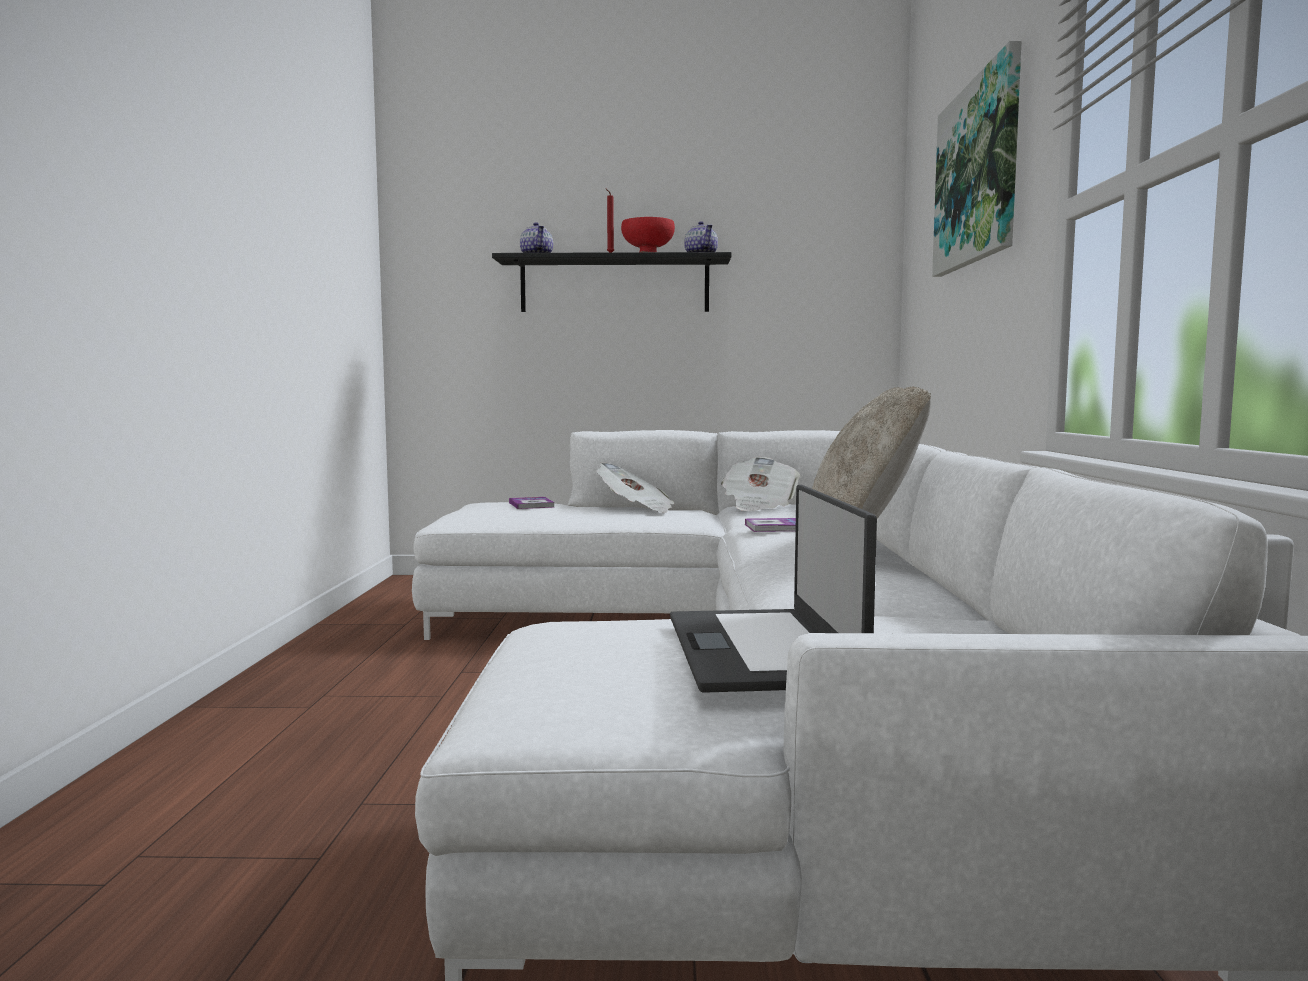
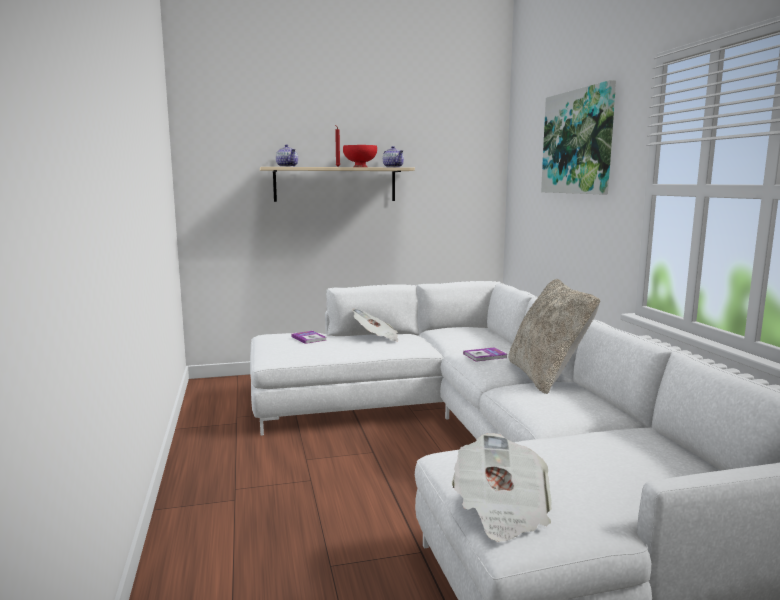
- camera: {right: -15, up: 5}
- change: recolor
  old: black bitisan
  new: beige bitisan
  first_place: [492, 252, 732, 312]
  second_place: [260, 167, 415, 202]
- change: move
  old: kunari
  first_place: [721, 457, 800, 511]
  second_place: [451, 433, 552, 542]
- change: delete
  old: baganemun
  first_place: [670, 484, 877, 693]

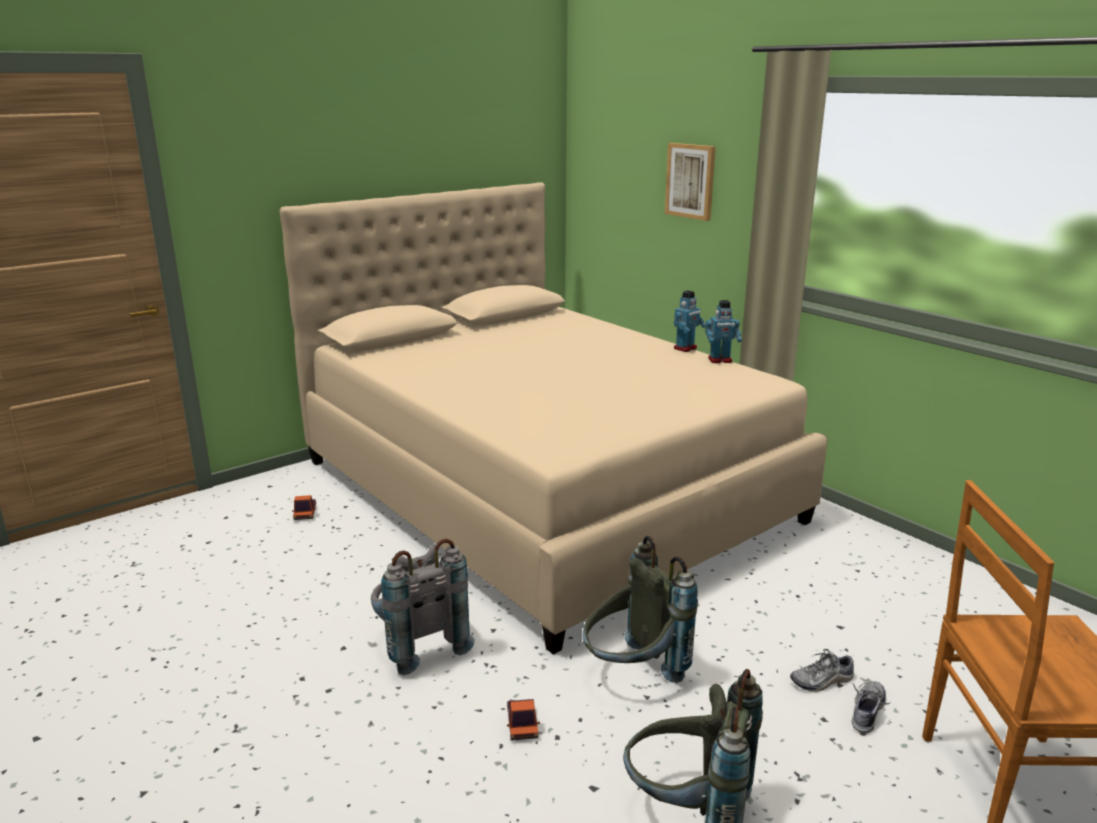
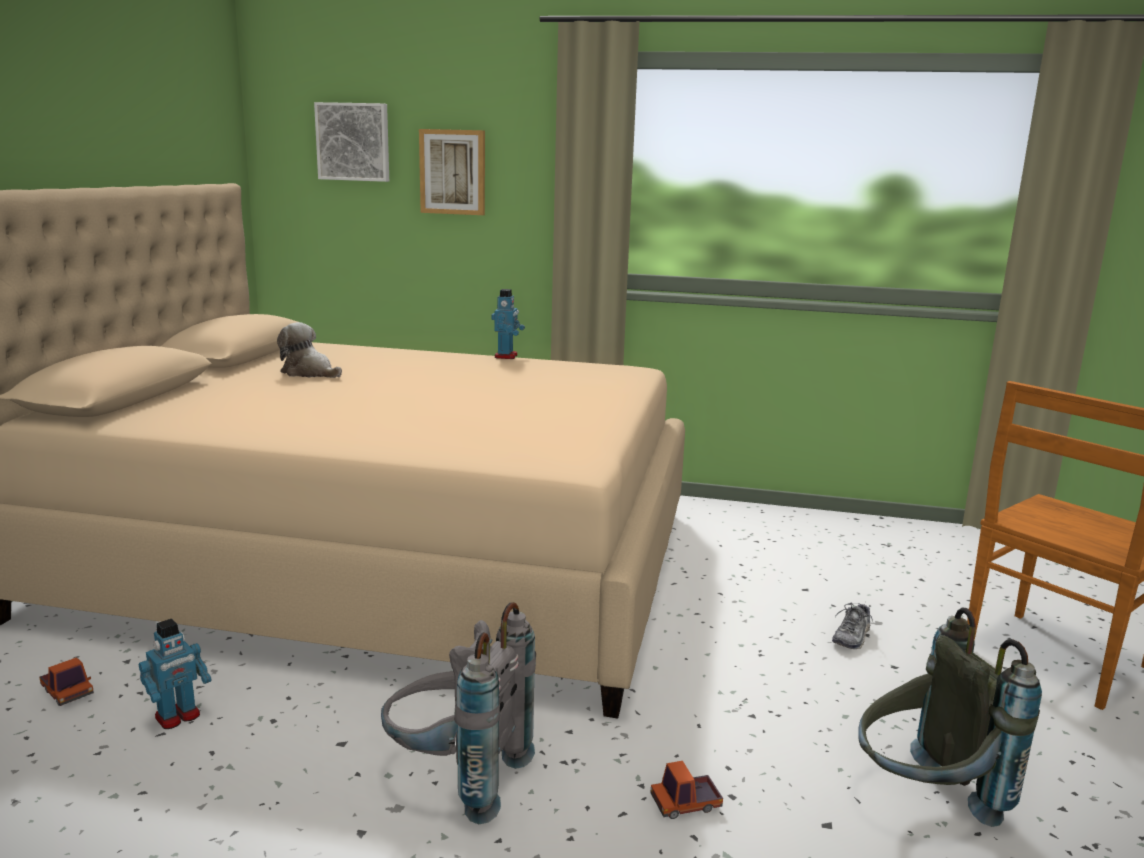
- camera: {right: -40, up: -5}
- change: move
  old: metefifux
  first_place: [705, 300, 742, 363]
  second_place: [139, 619, 212, 729]
- change: delete
  old: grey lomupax
  first_place: [583, 536, 698, 683]
- change: delete
  old: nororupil
  first_place: [852, 681, 890, 733]
- change: rotate
  old: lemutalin
  first_place: [507, 699, 540, 741]
  second_place: [650, 761, 723, 819]
  degrees: 120
- change: insert
  new: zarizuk
  second_place: [314, 102, 389, 182]
- change: insert
  new: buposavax
  second_place: [277, 322, 342, 378]

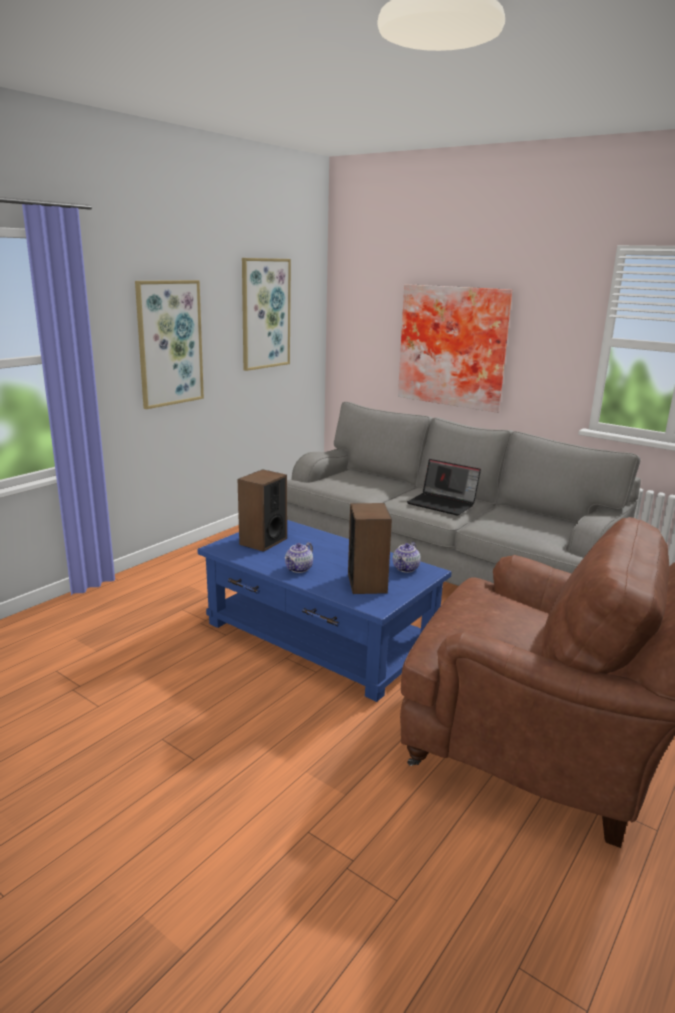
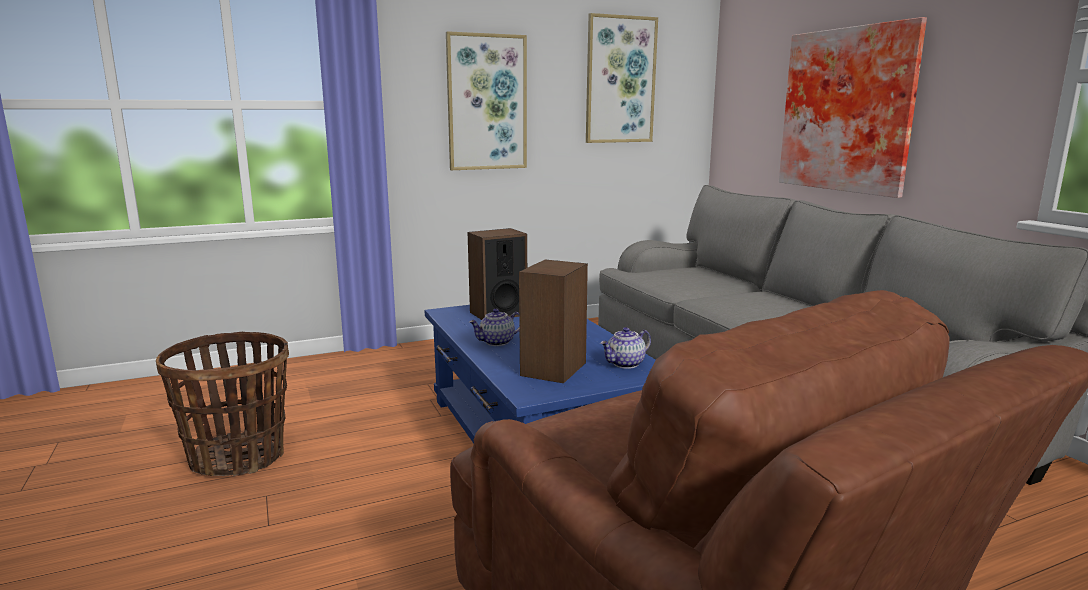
- camera: {right: 30, up: -5}
- change: delete
  old: baganemun
  first_place: [407, 459, 481, 516]
- change: insert
  new: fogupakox
  second_place: [156, 332, 289, 476]

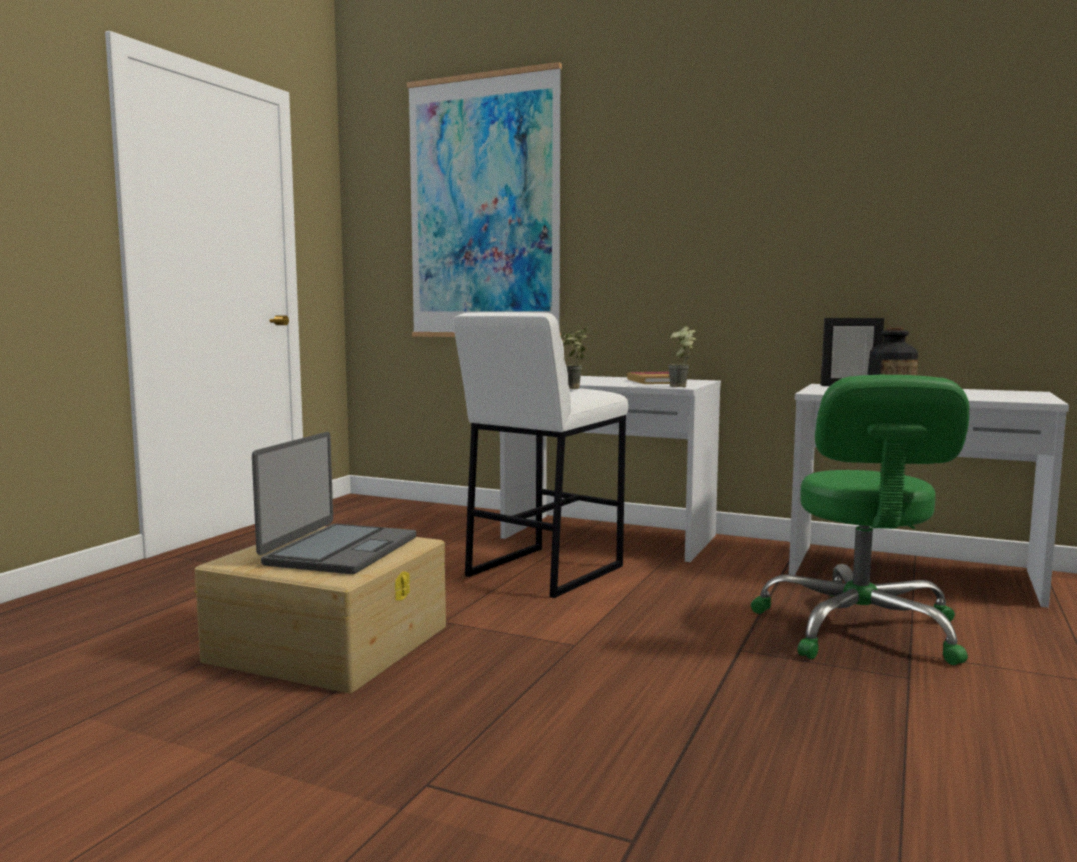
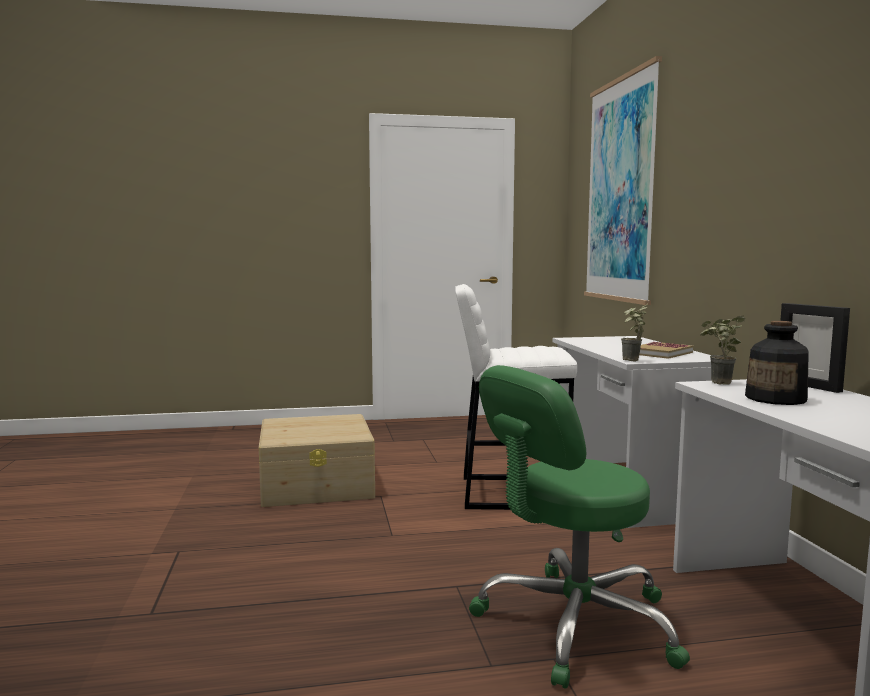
- camera: {right: 55, up: 0}
- change: move
  old: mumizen
  first_place: [560, 327, 589, 389]
  second_place: [700, 315, 745, 385]
- change: delete
  old: baganemun
  first_place: [252, 432, 416, 574]

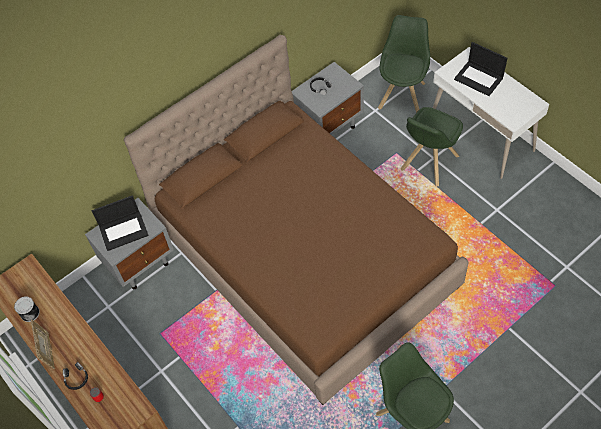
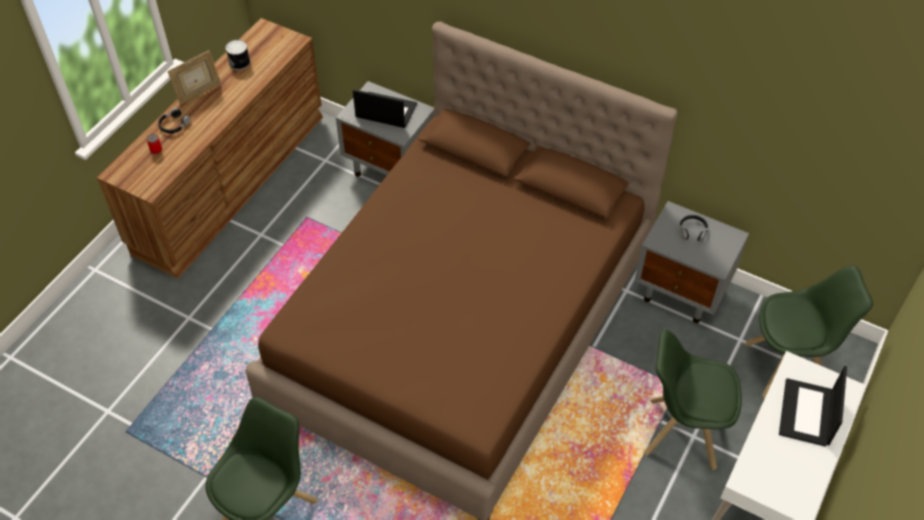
- camera: {right: 65, up: -5}
- change: rotate
  old: baganemun
  first_place: [92, 195, 149, 251]
  second_place: [353, 89, 417, 128]
  degrees: 150

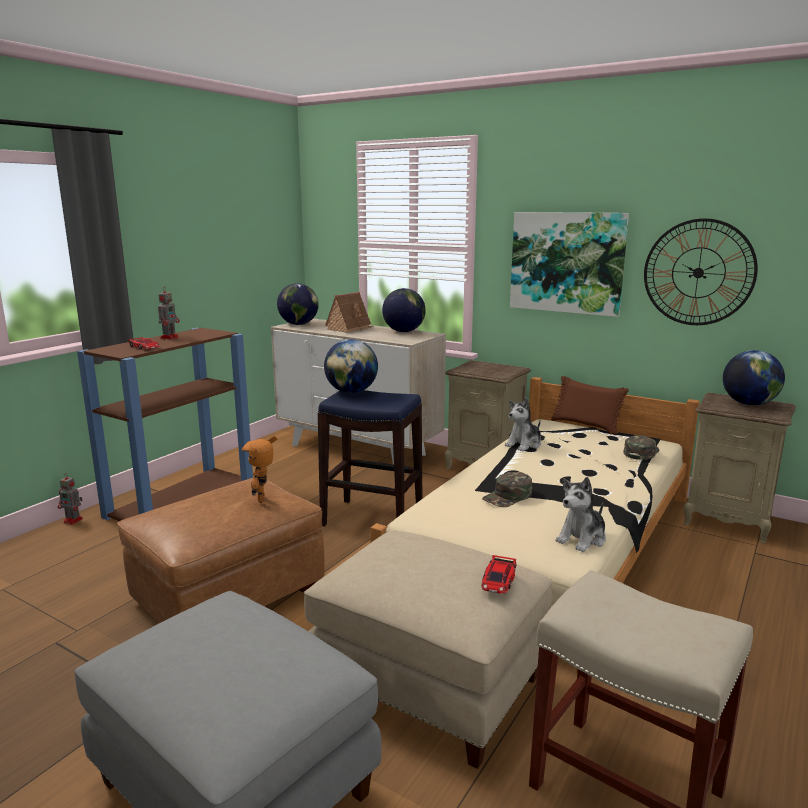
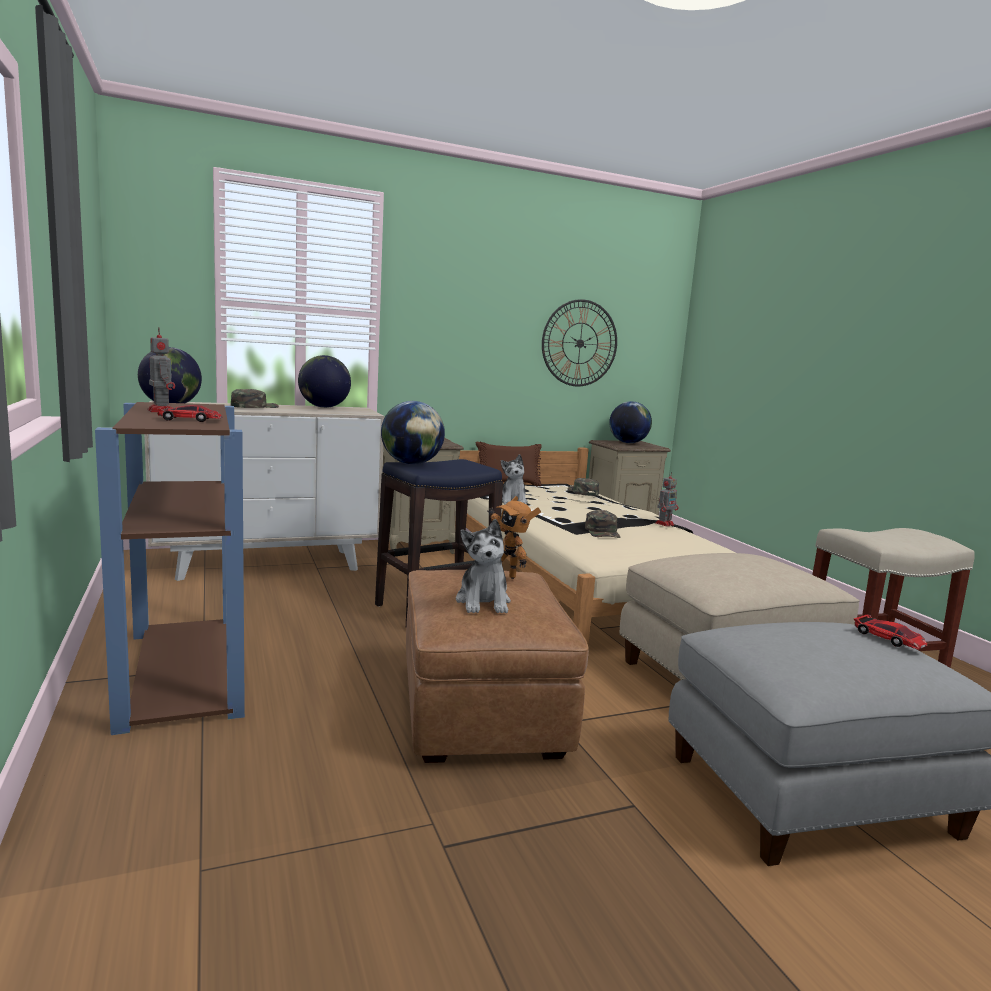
- camera: {right: -55, up: -5}
- change: delete
  old: zarizuk
  first_place: [510, 212, 629, 317]
- change: replace
  old: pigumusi
  new: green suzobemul
  first_place: [325, 292, 374, 333]
  second_place: [231, 389, 279, 408]
- change: move
  old: metefifux
  first_place: [58, 473, 83, 525]
  second_place: [655, 472, 679, 527]
- change: move
  old: buposavax
  first_place: [555, 477, 606, 552]
  second_place: [456, 519, 511, 613]
- change: move
  old: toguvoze
  first_place: [481, 555, 517, 594]
  second_place: [854, 614, 927, 649]

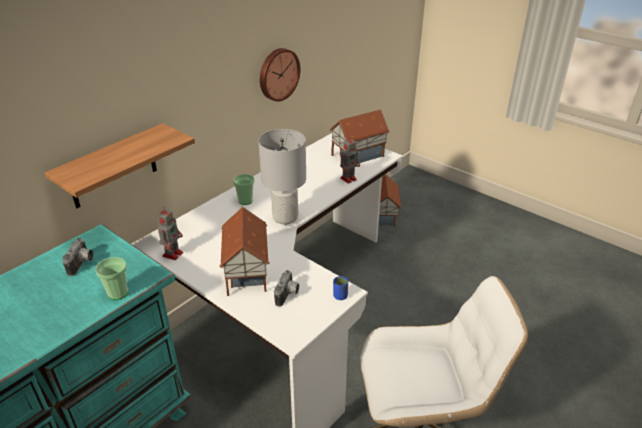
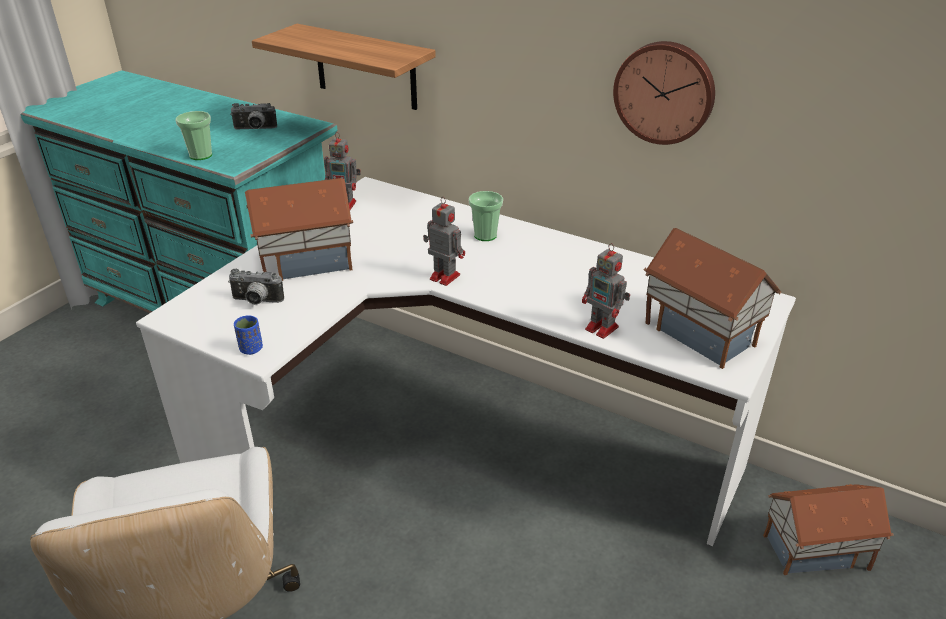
- camera: {right: 80, up: 0}
- change: replace
  old: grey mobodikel
  new: metefifux
  first_place: [258, 129, 306, 225]
  second_place: [423, 197, 465, 286]

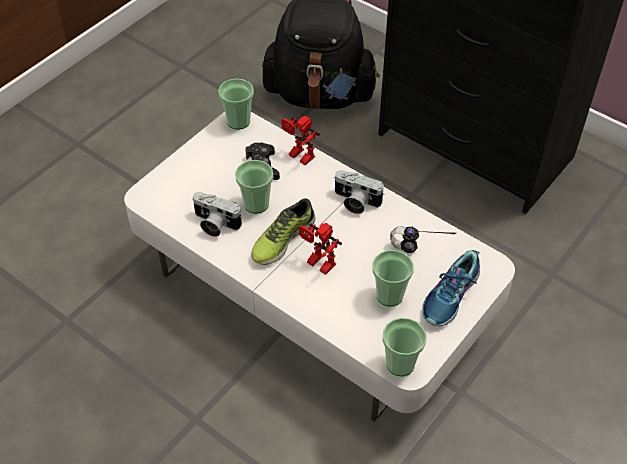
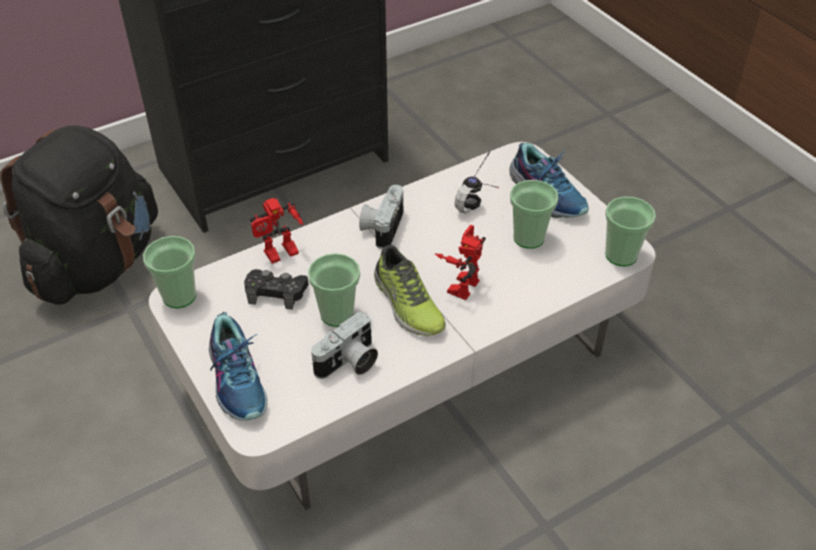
- camera: {right: -70, up: -5}
- change: rotate
  old: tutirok
  first_place: [334, 170, 384, 214]
  second_place: [359, 185, 403, 249]
  degrees: 150
- change: rotate
  old: metefifux
  first_place: [299, 223, 342, 275]
  second_place: [435, 225, 486, 300]
  degrees: 150
- change: insert
  new: nororupil
  second_place: [209, 312, 267, 420]

